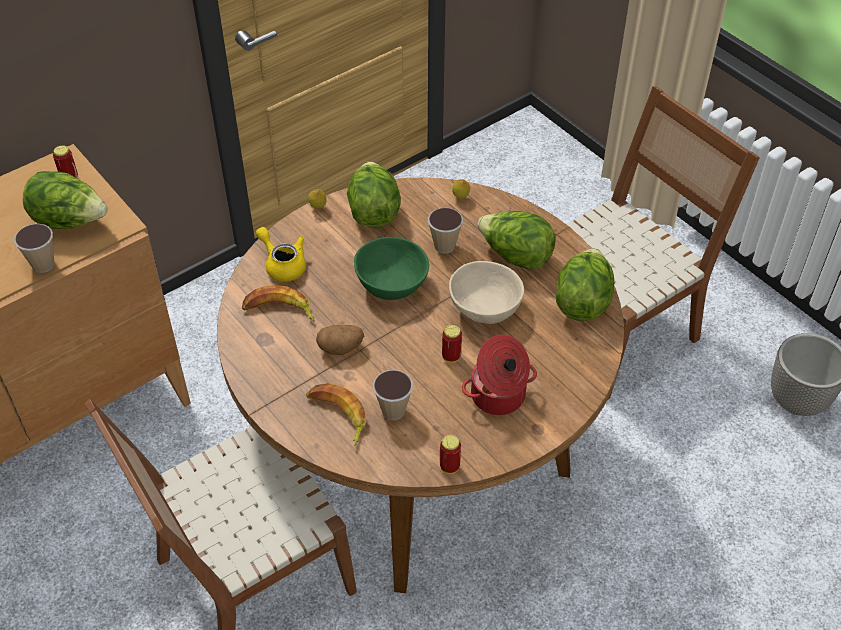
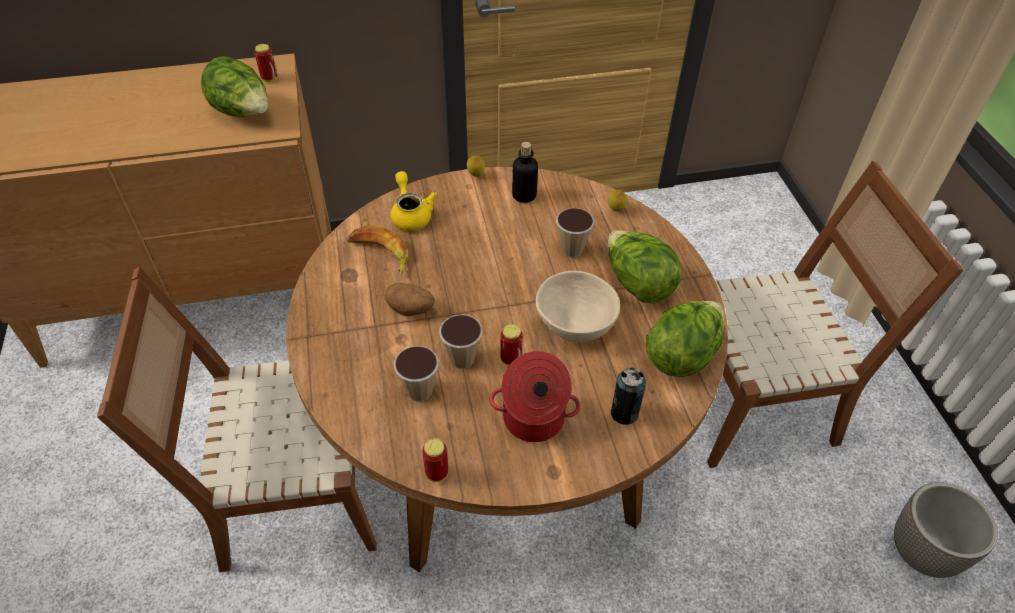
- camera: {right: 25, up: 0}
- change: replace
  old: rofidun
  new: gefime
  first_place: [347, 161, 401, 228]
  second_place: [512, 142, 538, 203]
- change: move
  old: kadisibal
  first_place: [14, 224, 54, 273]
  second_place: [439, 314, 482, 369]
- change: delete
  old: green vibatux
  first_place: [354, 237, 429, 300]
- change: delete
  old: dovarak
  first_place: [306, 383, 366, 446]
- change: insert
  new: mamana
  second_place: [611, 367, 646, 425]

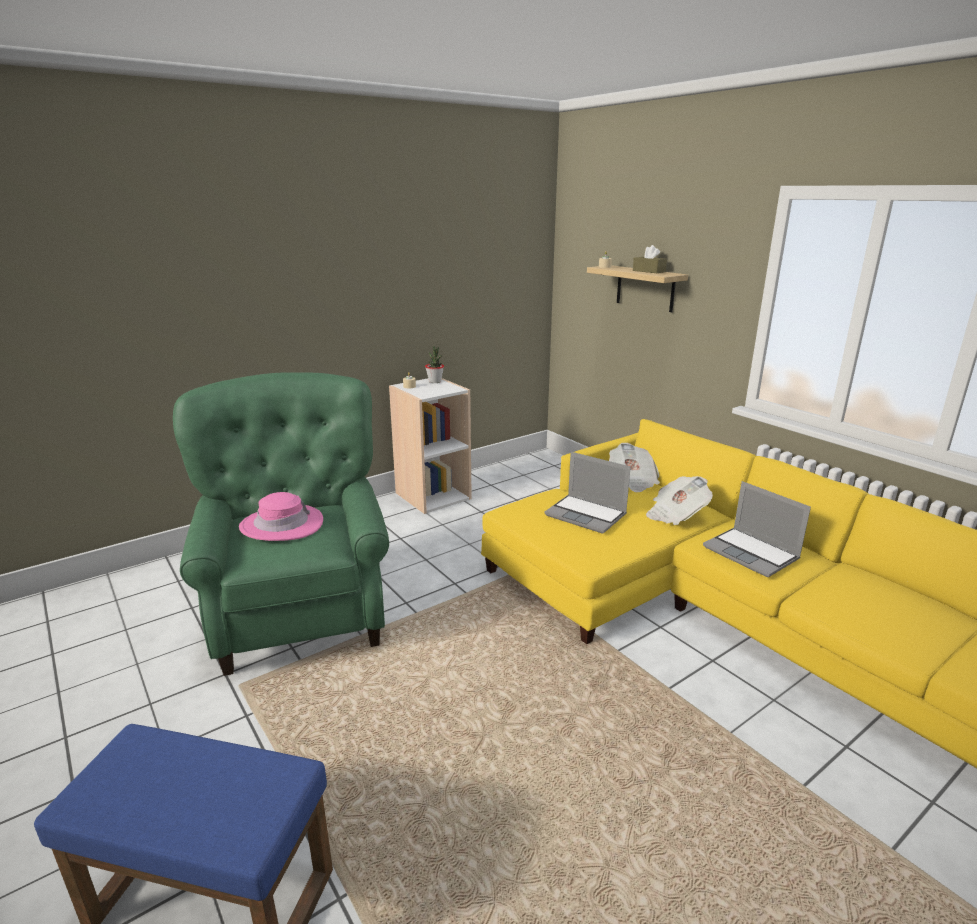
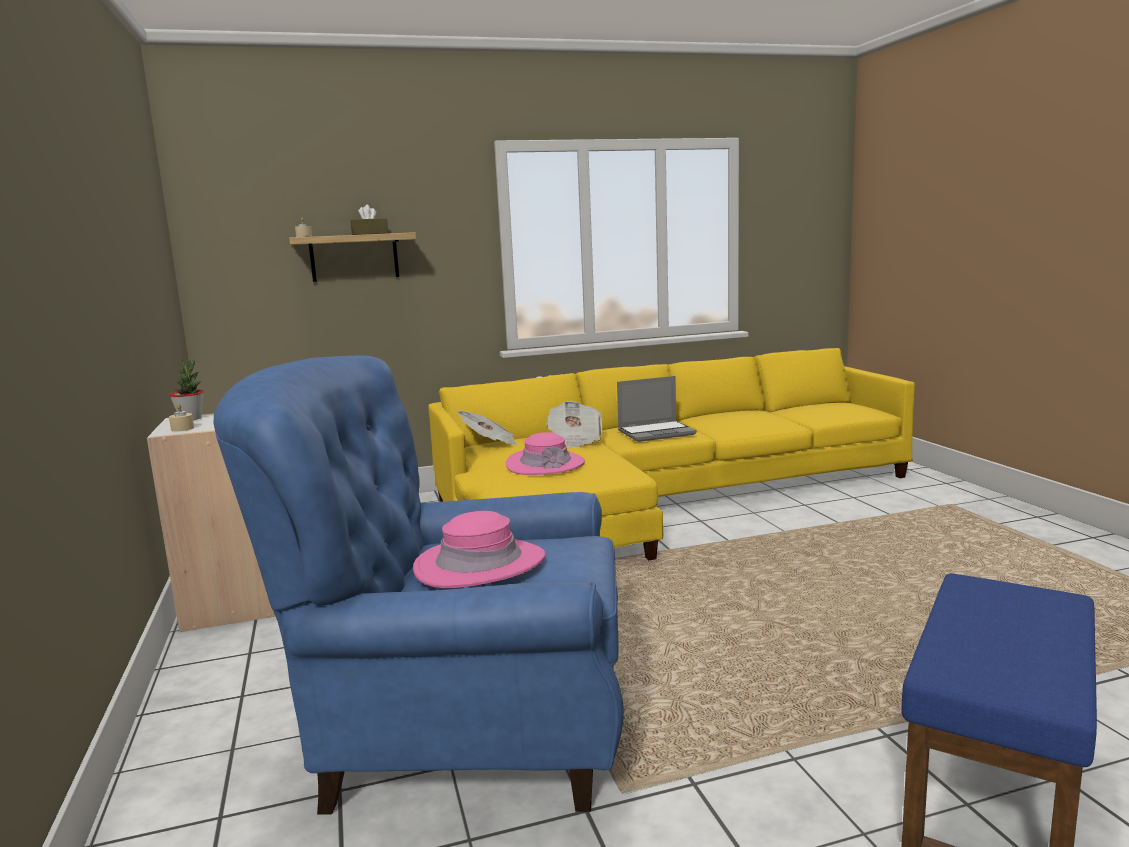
- camera: {right: -70, up: -10}
- change: recolor
  old: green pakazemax
  new: blue pakazemax
  first_place: [173, 372, 389, 676]
  second_place: [214, 356, 624, 815]
- change: replace
  old: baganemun
  new: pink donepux
  first_place: [545, 452, 631, 534]
  second_place: [506, 432, 585, 475]

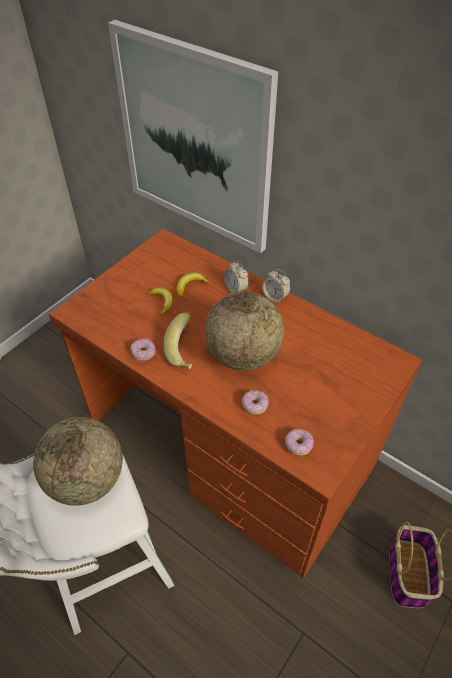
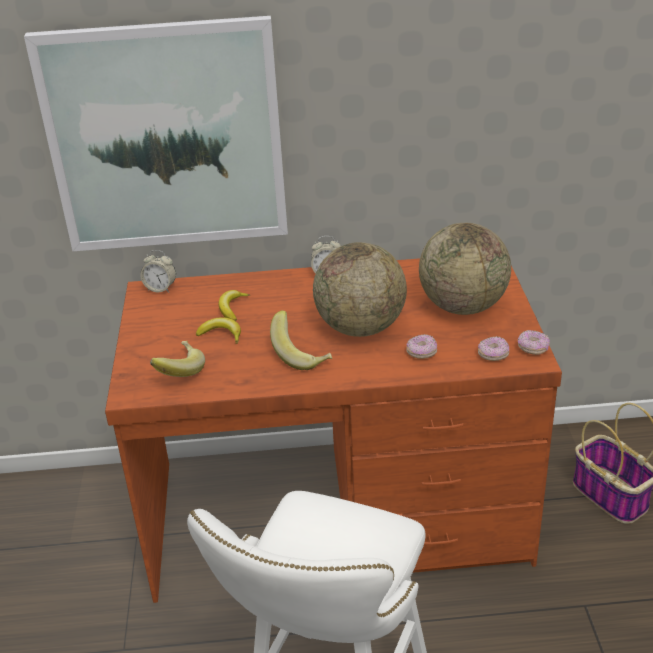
- camera: {right: -40, up: -15}
- change: move
  old: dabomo
  first_place: [224, 261, 249, 293]
  second_place: [140, 250, 176, 292]
- change: move
  old: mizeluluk
  first_place: [131, 338, 156, 361]
  second_place: [518, 330, 550, 355]
- change: move
  old: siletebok
  first_place: [33, 417, 123, 506]
  second_place: [419, 223, 511, 315]
- change: insert
  new: dovarak
  second_place: [150, 341, 205, 377]

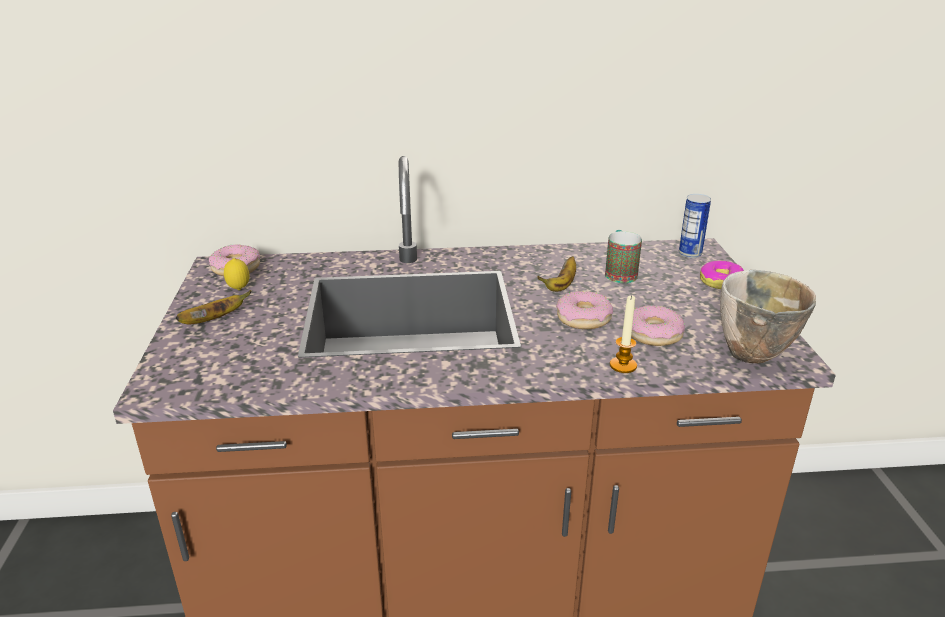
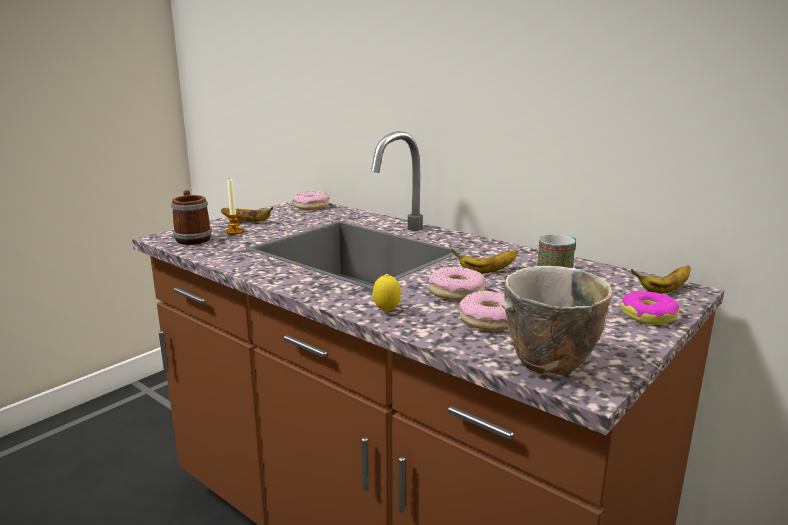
- camera: {right: 45, up: -10}
- change: replace
  old: mamana
  new: dovarak
  first_place: [679, 194, 711, 258]
  second_place: [631, 265, 691, 294]
- change: move
  old: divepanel
  first_place: [224, 258, 250, 290]
  second_place: [373, 274, 401, 312]
- change: move
  old: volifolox
  first_place: [610, 295, 637, 373]
  second_place: [225, 179, 244, 234]
- change: insert
  new: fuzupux
  second_place: [171, 190, 212, 245]

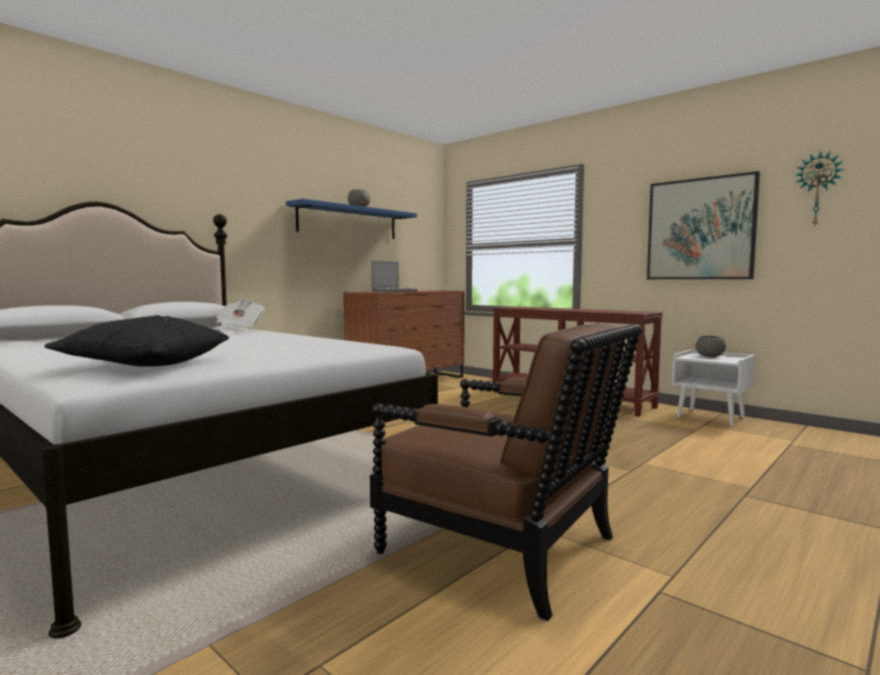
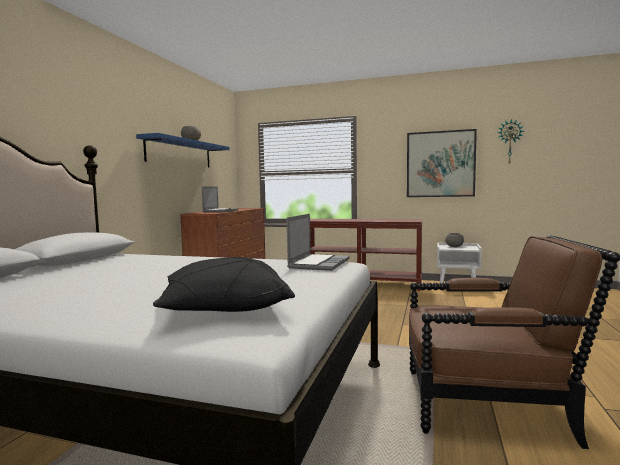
- camera: {right: -25, up: 0}
- change: delete
  old: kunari
  first_place: [216, 300, 265, 331]
- change: insert
  new: baganemun
  second_place: [287, 214, 350, 271]

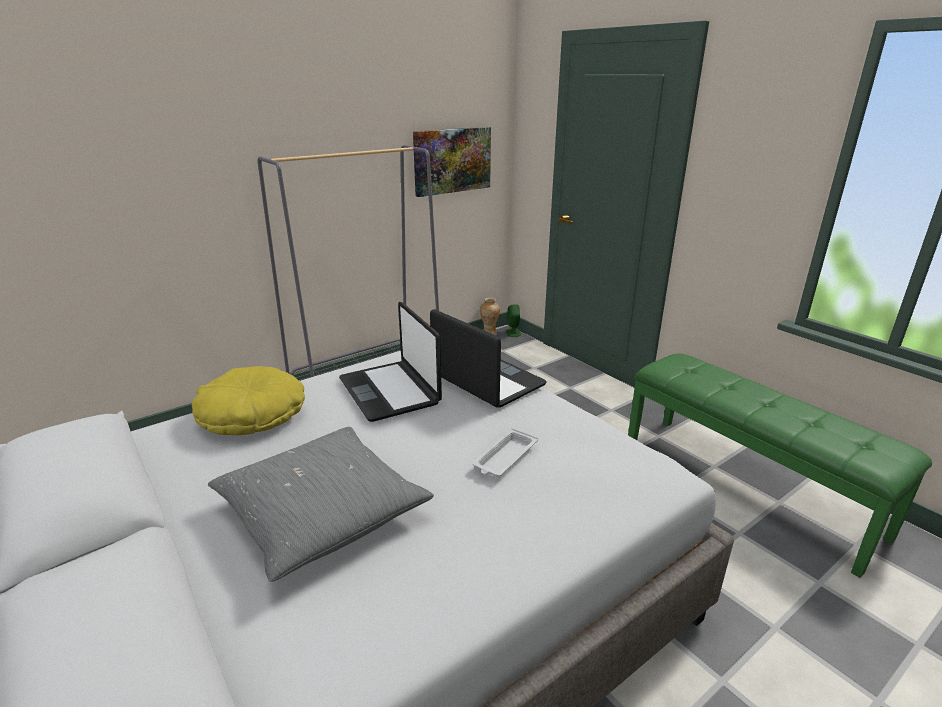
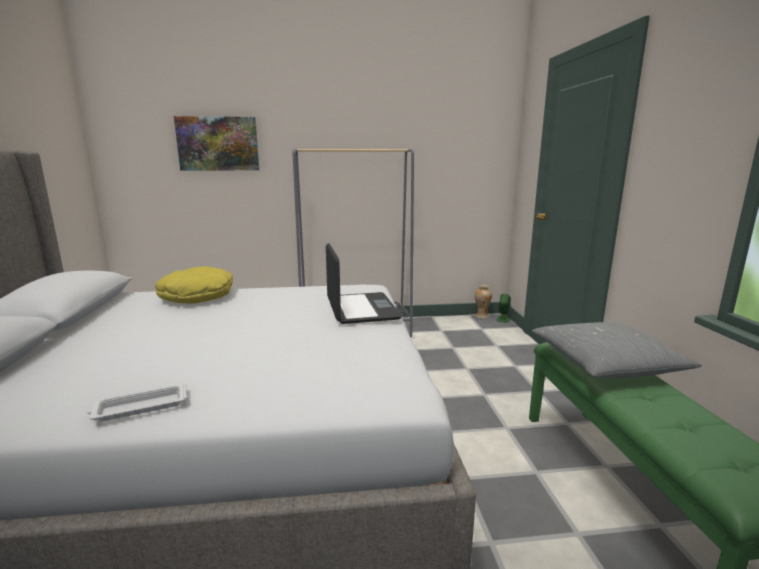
- camera: {right: 30, up: -10}
- change: move
  old: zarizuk
  first_place: [413, 127, 491, 197]
  second_place: [174, 116, 259, 171]
- change: delete
  old: baganemun
  first_place: [339, 302, 442, 422]
- change: move
  old: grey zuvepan
  first_place: [208, 427, 434, 582]
  second_place: [532, 322, 702, 378]
- change: move
  old: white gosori
  first_place: [472, 428, 538, 477]
  second_place: [87, 383, 187, 421]

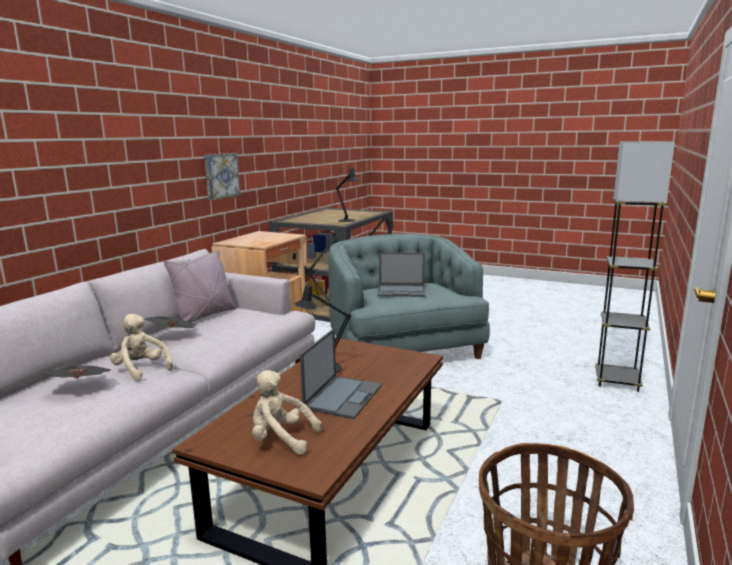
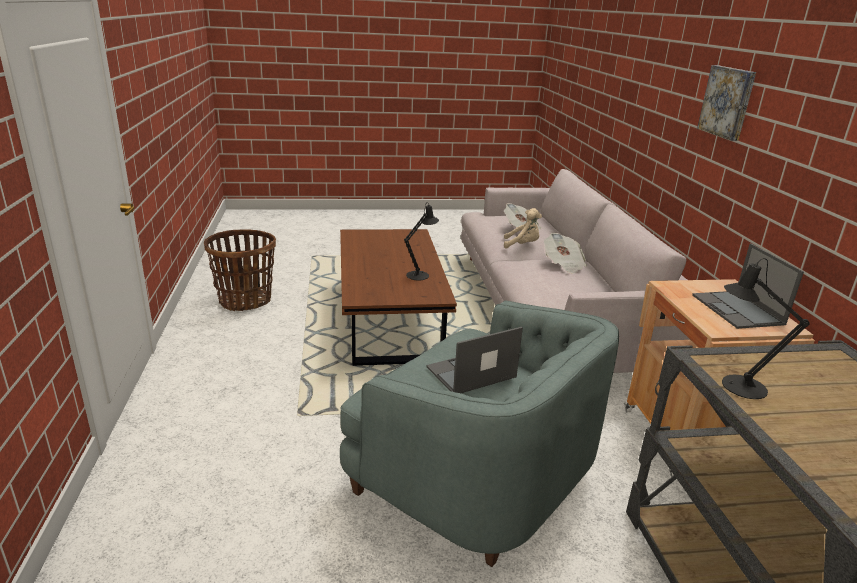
- camera: {right: 145, up: 10}
- change: delete
  old: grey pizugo
  first_place: [595, 141, 675, 392]
- change: move
  old: zarizuk
  first_place: [204, 153, 241, 200]
  second_place: [697, 65, 756, 141]
- change: delete
  old: purple zuvepan
  first_place: [163, 250, 236, 323]
- change: move
  old: baganemun
  first_place: [300, 329, 382, 419]
  second_place: [692, 243, 804, 329]
- change: delete
  old: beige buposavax
  first_place: [252, 370, 322, 454]

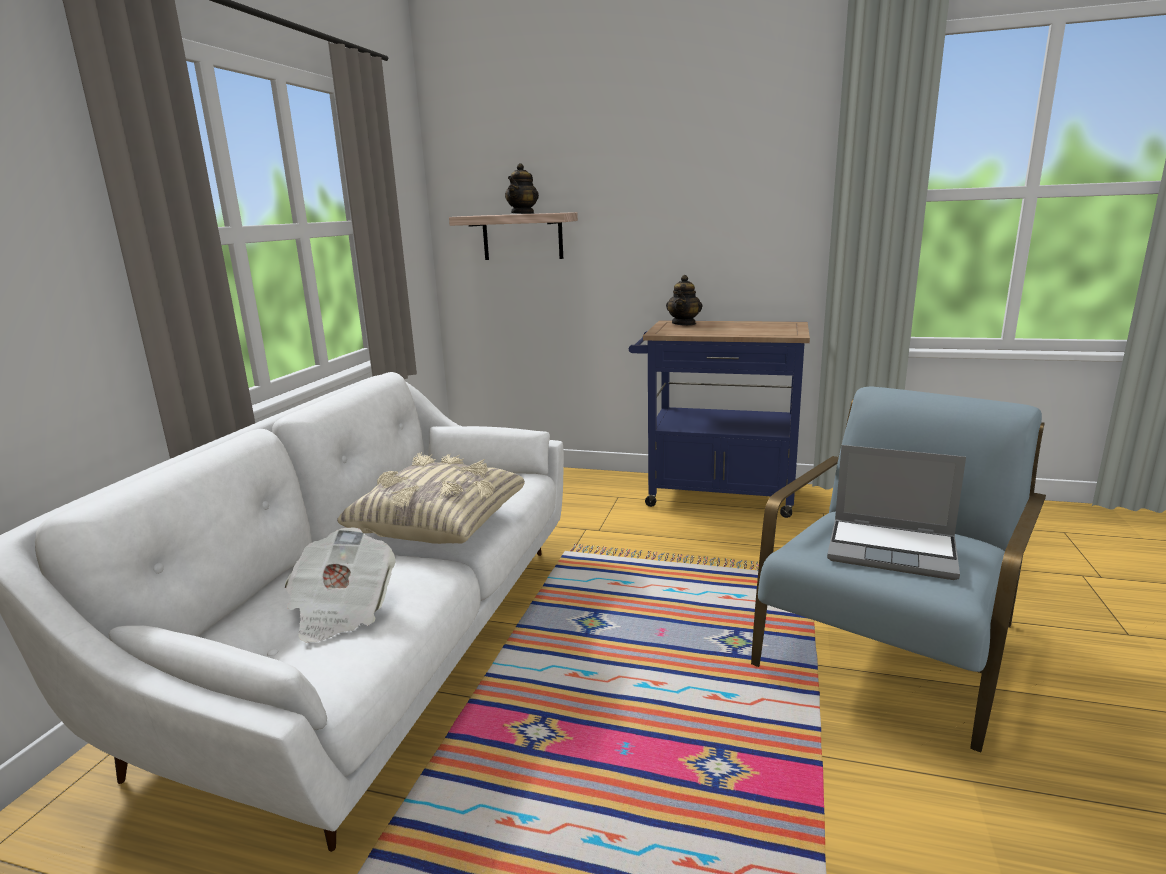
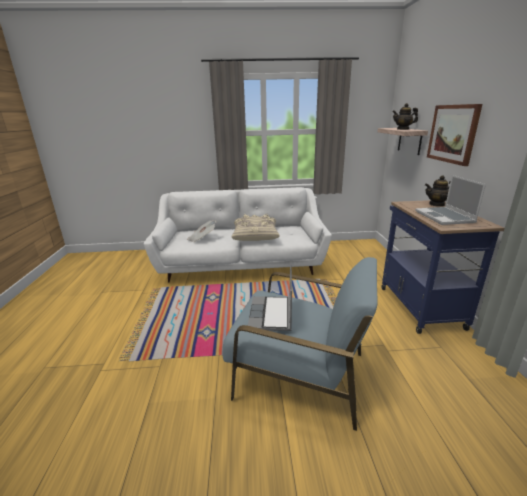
- camera: {right: 70, up: 5}
- change: insert
  new: zarizuk
  second_place: [427, 104, 483, 166]
- change: insert
  new: baganemun
  second_place: [415, 175, 486, 225]

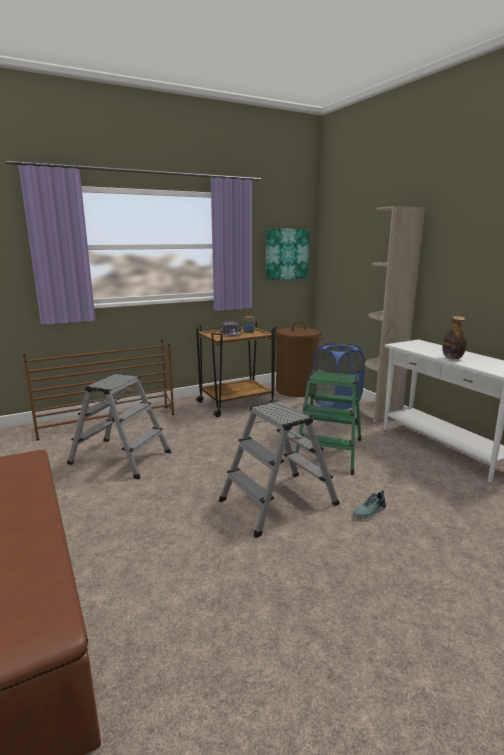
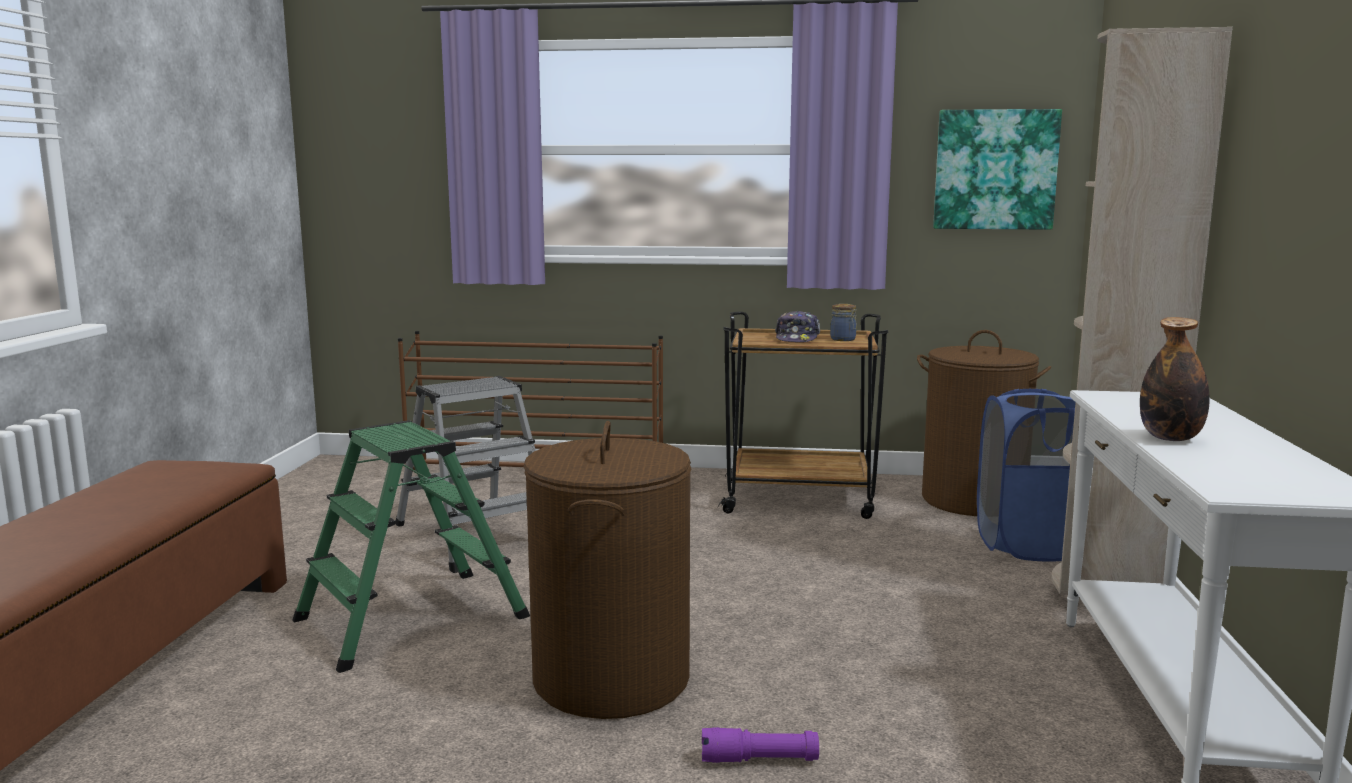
- camera: {right: 35, up: -5}
- change: move
  old: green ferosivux
  first_place: [295, 371, 361, 475]
  second_place: [292, 420, 530, 673]
- change: replace
  old: grey ferosivux
  new: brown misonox
  first_place: [219, 400, 340, 538]
  second_place: [524, 421, 692, 719]
- change: replace
  old: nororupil
  new: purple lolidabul
  first_place: [353, 490, 386, 519]
  second_place: [702, 727, 819, 763]

